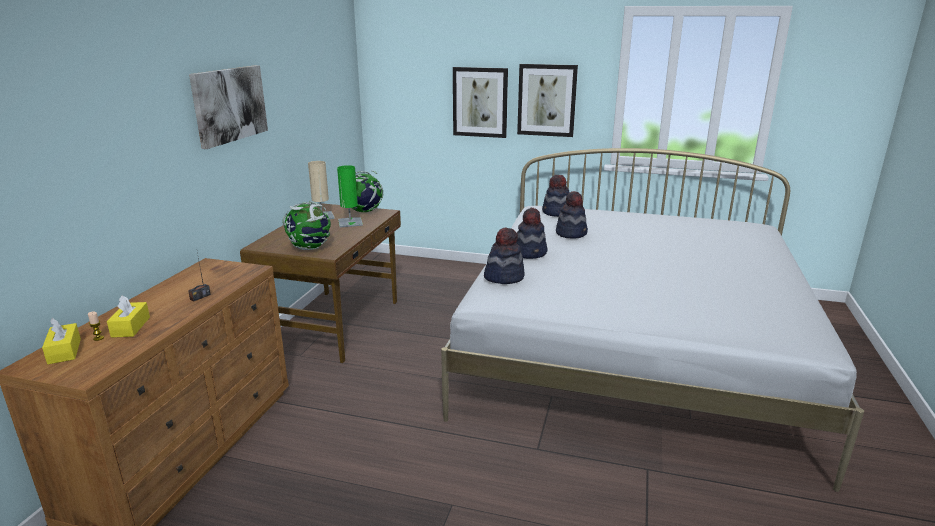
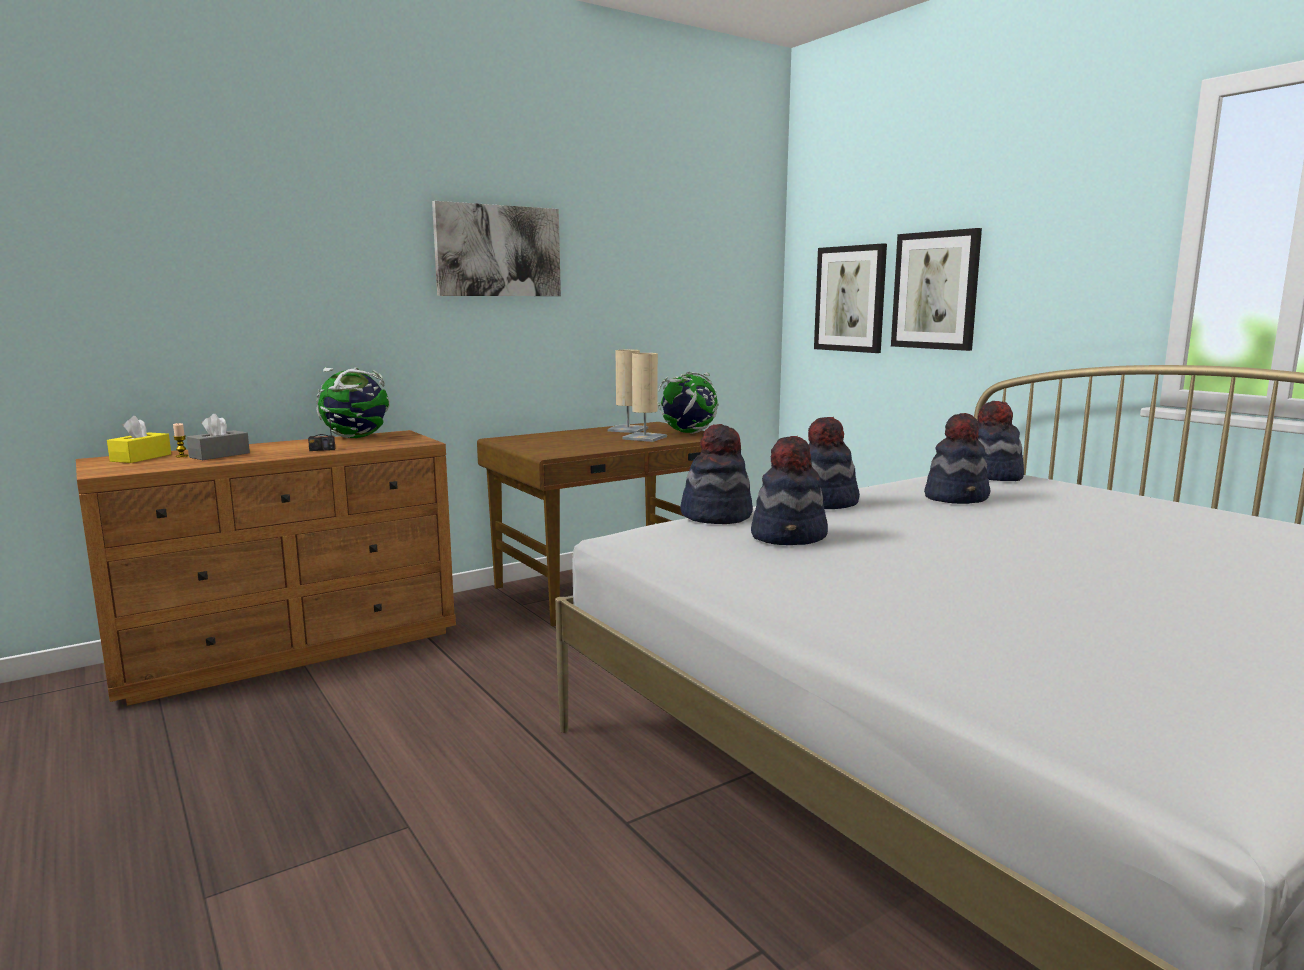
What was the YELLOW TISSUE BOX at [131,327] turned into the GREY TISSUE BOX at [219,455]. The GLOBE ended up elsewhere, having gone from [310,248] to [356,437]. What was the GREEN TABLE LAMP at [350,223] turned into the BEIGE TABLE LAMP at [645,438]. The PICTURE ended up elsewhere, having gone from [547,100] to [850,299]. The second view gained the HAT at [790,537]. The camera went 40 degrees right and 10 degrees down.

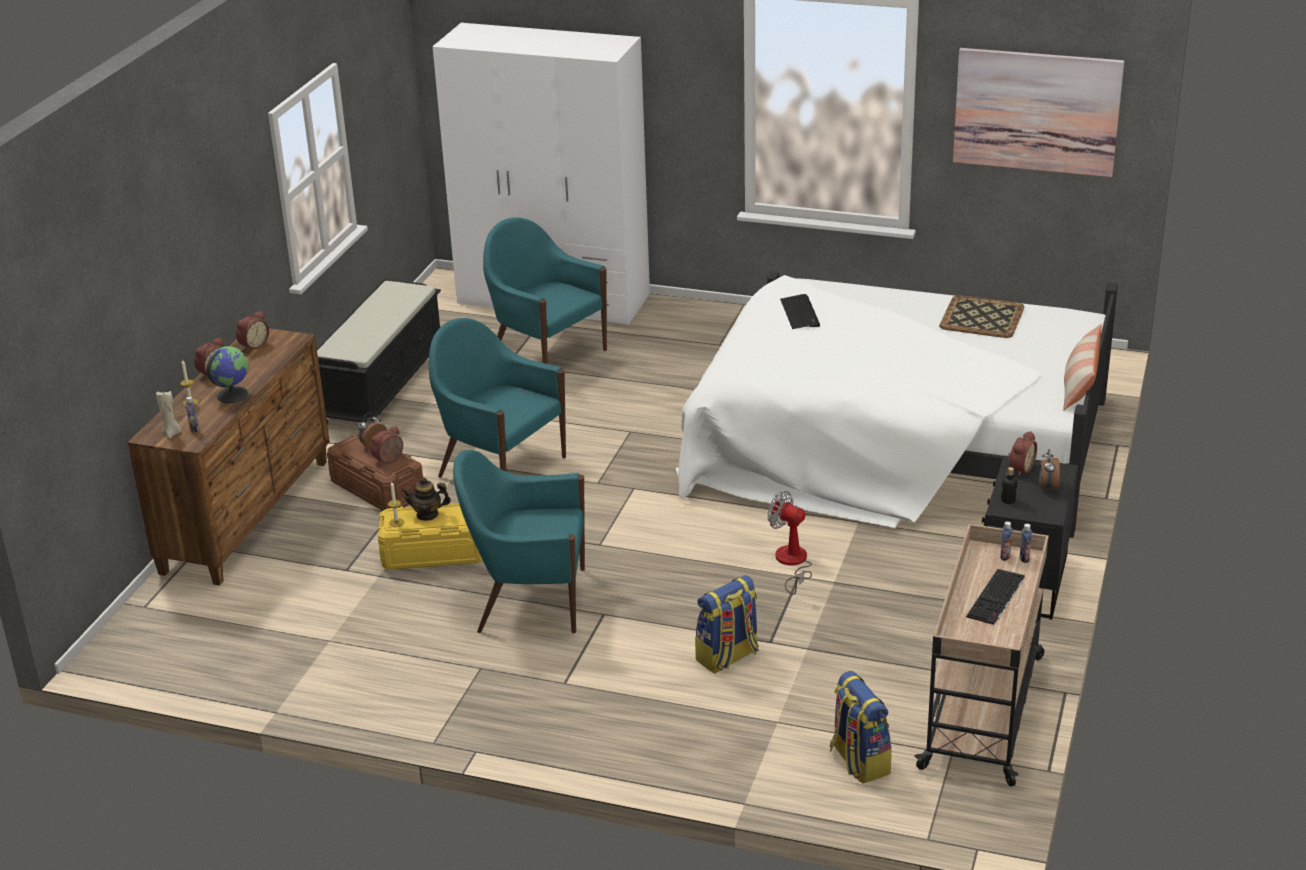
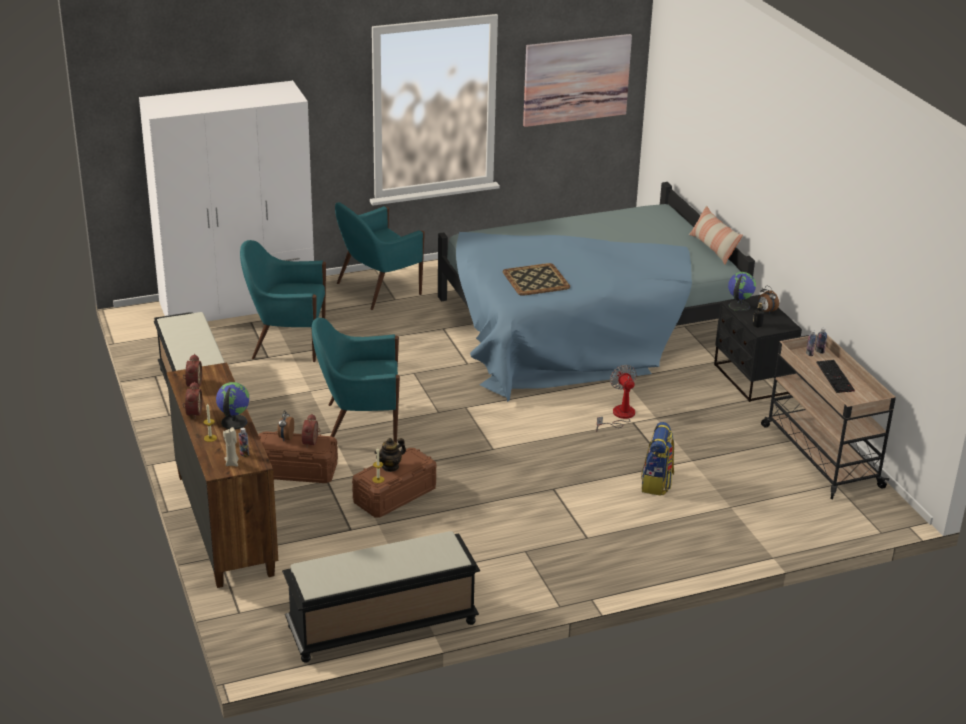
What was the YELLOW STORAGE BOX at [434,553] turned into the BROWN STORAGE BOX at [395,495]. The TURQUOISE ARMCHAIR ended up elsewhere, having gone from [528,600] to [377,289]. What was the WHITE BED at [896,445] turned into the BLUE BED at [584,326]. The FAN at [792,563] ended up facing another way, 75 degrees clockwise from before. The second view lost the KEYBOARD at [800,313]. The second view lost the BACKPACK at [858,761]. The TRAY ended up elsewhere, having gone from [982,317] to [536,279]. Where the ALARM CLOCK stood at [1019,468], the GLOBE came to stand at [739,306]. The second view gained the BLACK BENCH at [381,626]. The camera went 40 degrees left and 0 degrees up.

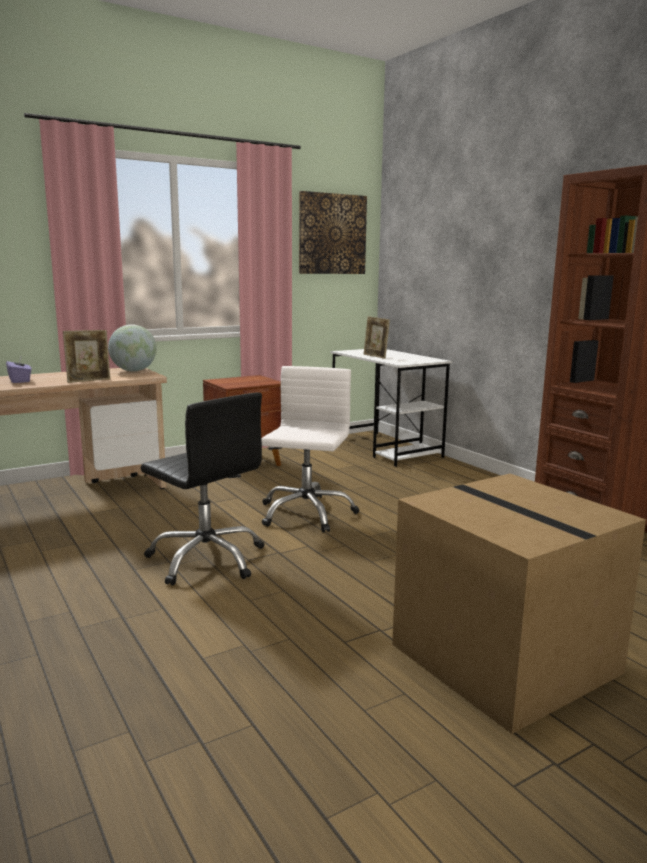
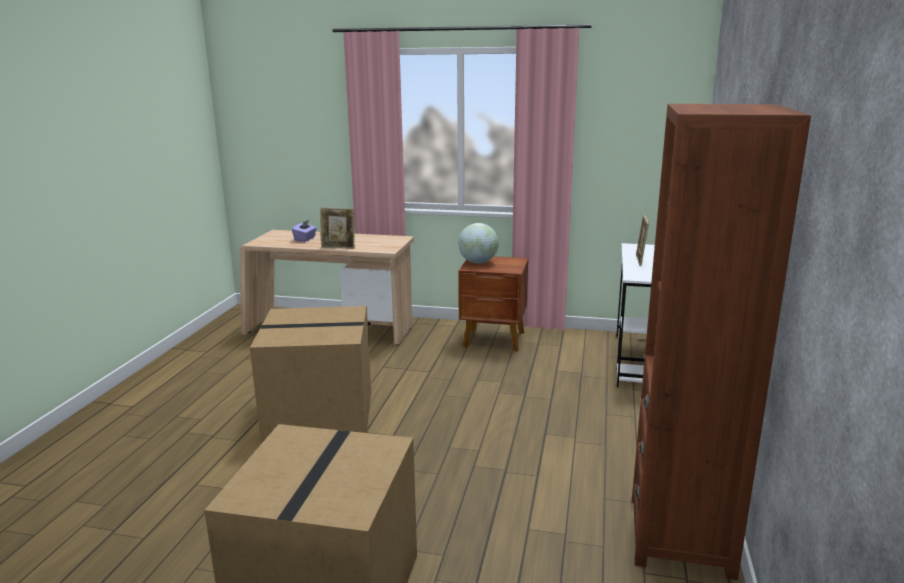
The GLOBE ended up elsewhere, having gone from [133,371] to [478,262]. Where the BLACK OFFICE CHAIR stood at [207,559], the CARDBOARD BOX came to stand at [318,416]. The second view lost the WHITE OFFICE CHAIR at [306,513]. The second view lost the PICTURE at [332,234]. The camera went 45 degrees right and 5 degrees up.

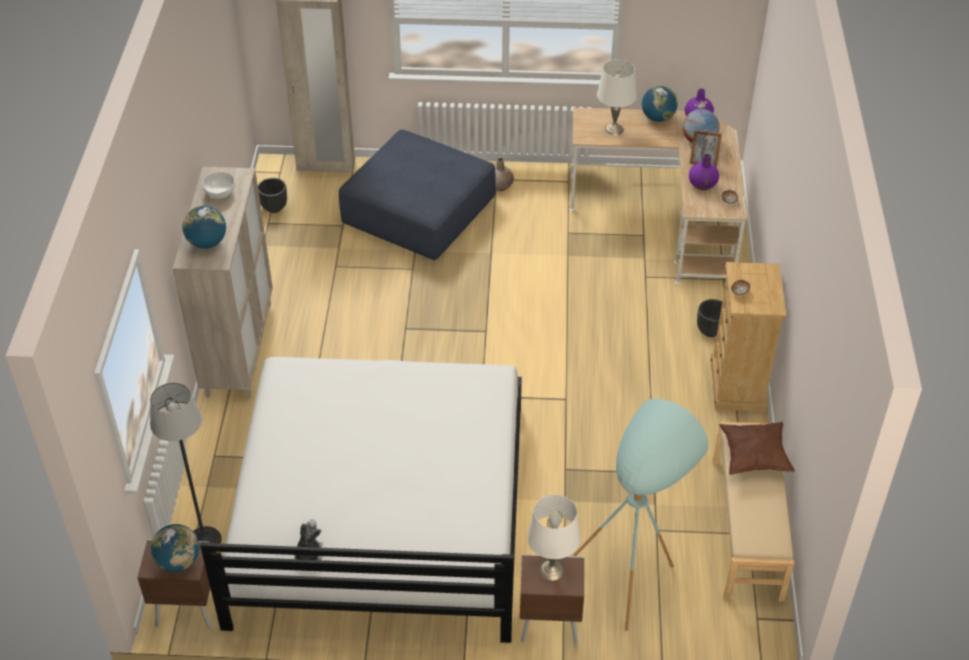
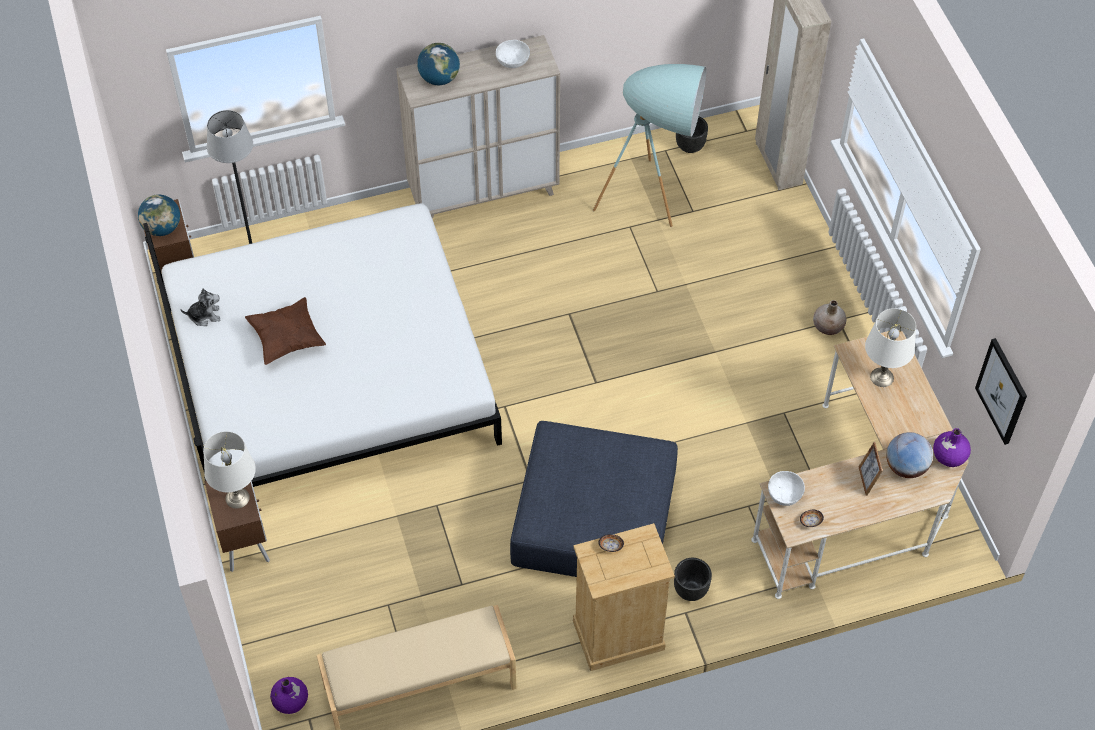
The BLUE OTTOMAN ended up elsewhere, having gone from [418,210] to [595,518]. The TURQUOISE FLOOR LAMP ended up elsewhere, having gone from [635,570] to [655,203]. The second view lost the GLOBE at [657,118]. The PURPLE VASE ended up elsewhere, having gone from [702,184] to [291,701]. The BROWN PILLOW ended up elsewhere, having gone from [754,457] to [287,339]. The second view gained the WHITE BOWL at [785,494]. The second view gained the PICTURE at [1002,391]. The camera went 70 degrees right and 10 degrees up.

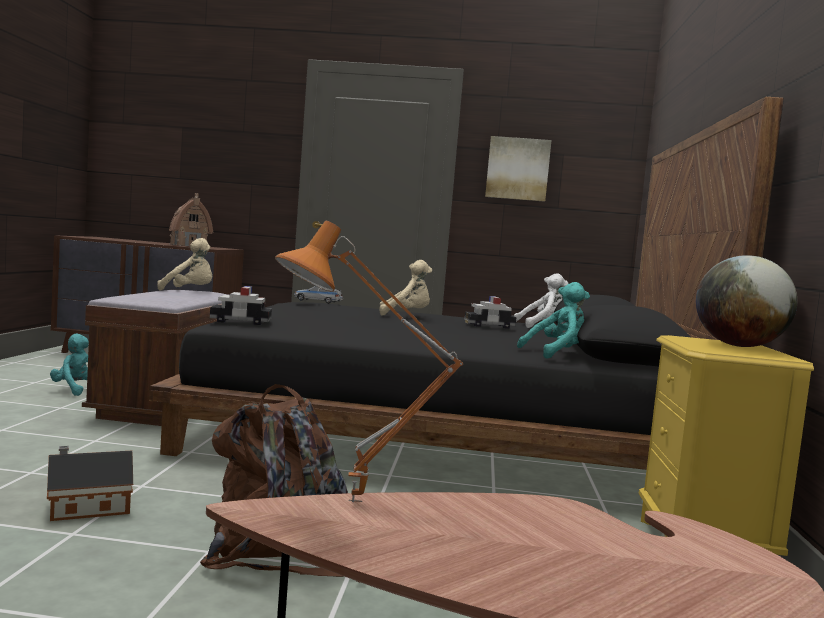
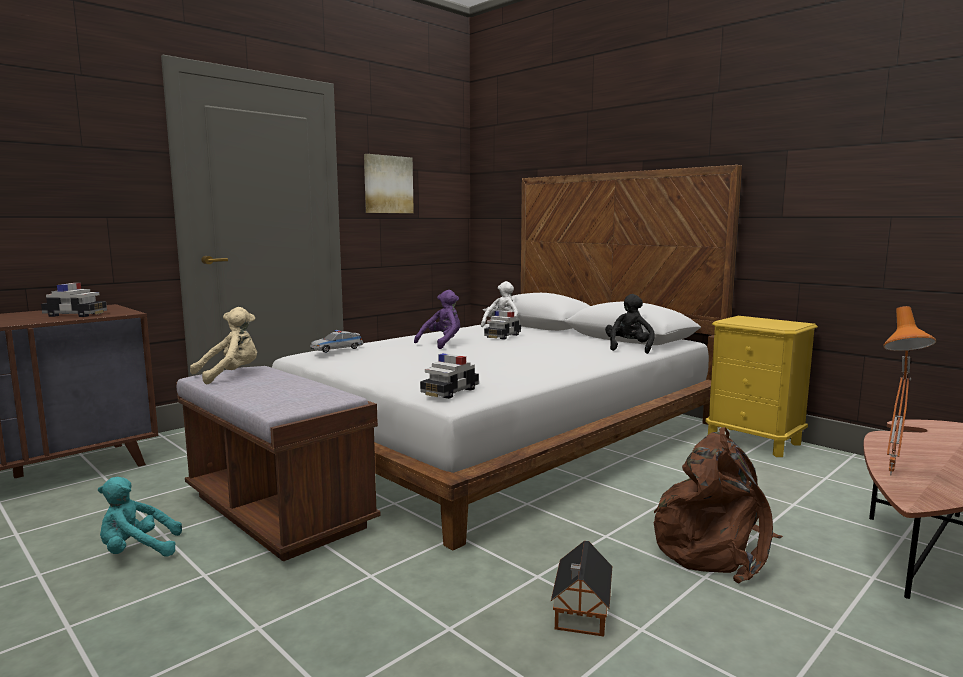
What was the BLACK BED at [439,434] turned into the WHITE BED at [503,436]. Where the TOY HOUSE stood at [188,246], the TOY CAR came to stand at [75,315]. What was the BEIGE PLUSH TOY at [406,315] turned into the PURPLE PLUSH TOY at [442,343]. What was the TURQUOISE PLUSH TOY at [557,354] turned into the BLACK PLUSH TOY at [629,348]. The second view lost the GLOBE at [739,346]. The camera went 50 degrees left and 5 degrees up.

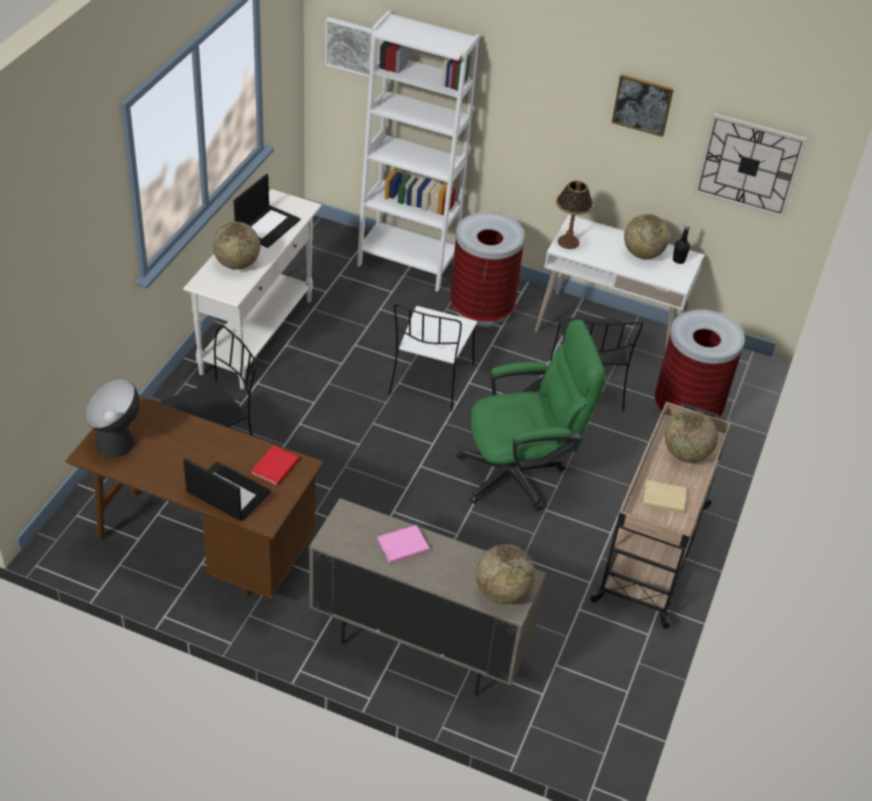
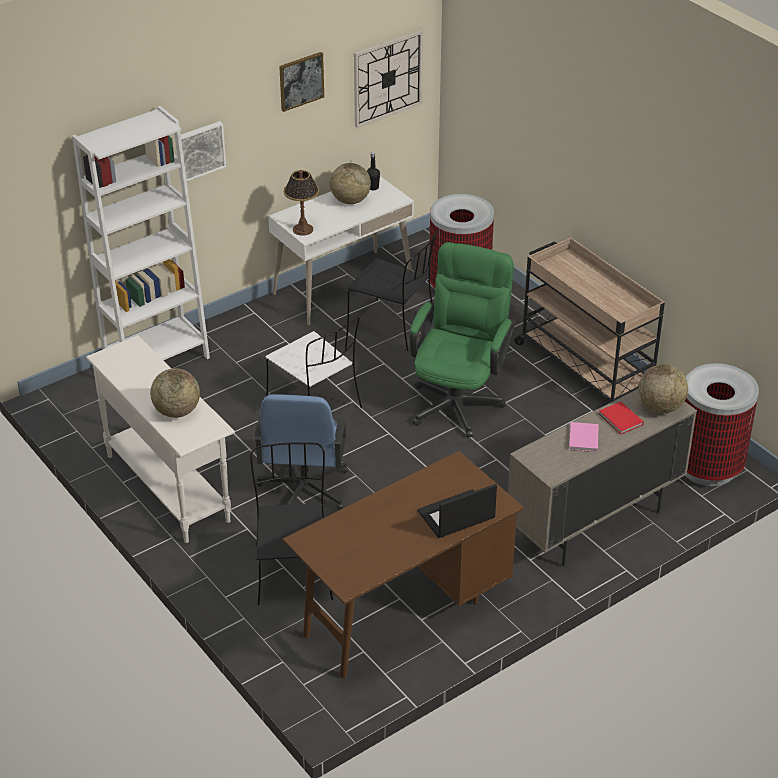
The second view lost the TABLE LAMP at [122,442]. The second view lost the LAPTOP at [267,226]. The RED BOOK ended up elsewhere, having gone from [273,468] to [621,420]. The PICTURE ended up elsewhere, having gone from [351,46] to [199,150]. The TRASH CAN ended up elsewhere, having gone from [481,310] to [708,467]. The second view lost the BEIGE BOOK at [663,497]. The second view lost the GLOBE at [686,454]. The second view gained the BLUE OFFICE CHAIR at [304,489]. The camera went 55 degrees left and 5 degrees down.

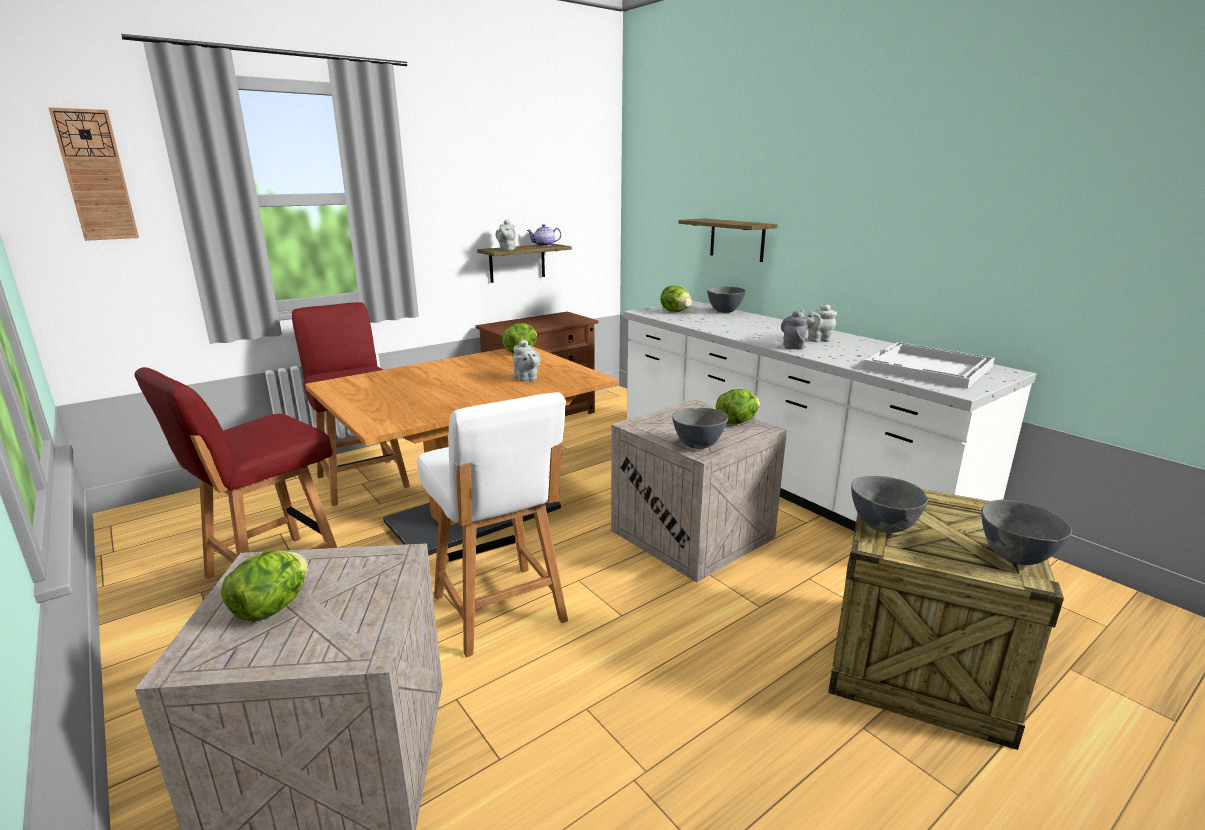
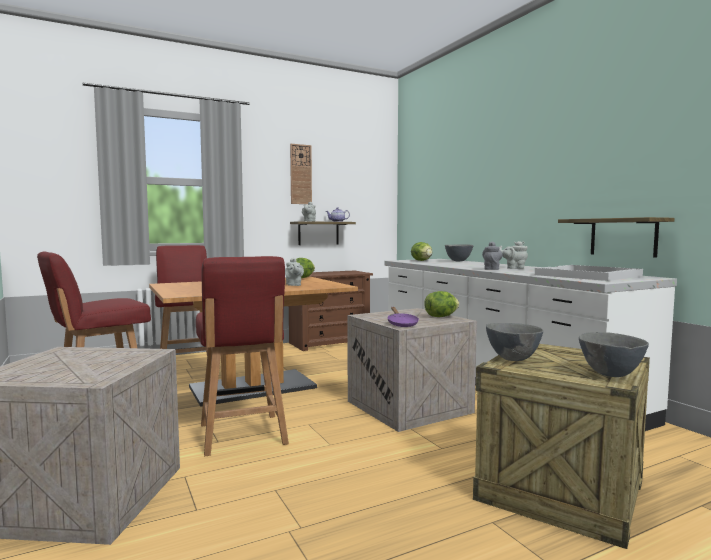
The WALL CLOCK ended up elsewhere, having gone from [96,176] to [300,174]. The second view lost the LETTUCE at [272,607]. What was the WHITE CHAIR at [500,610] turned into the RED CHAIR at [242,435]. Where the GREY BOWL stood at [697,446], the PURPLE FRYING PAN came to stand at [401,324]. The SHELF ended up elsewhere, having gone from [737,239] to [623,237]. The camera went 10 degrees right and 15 degrees down.

